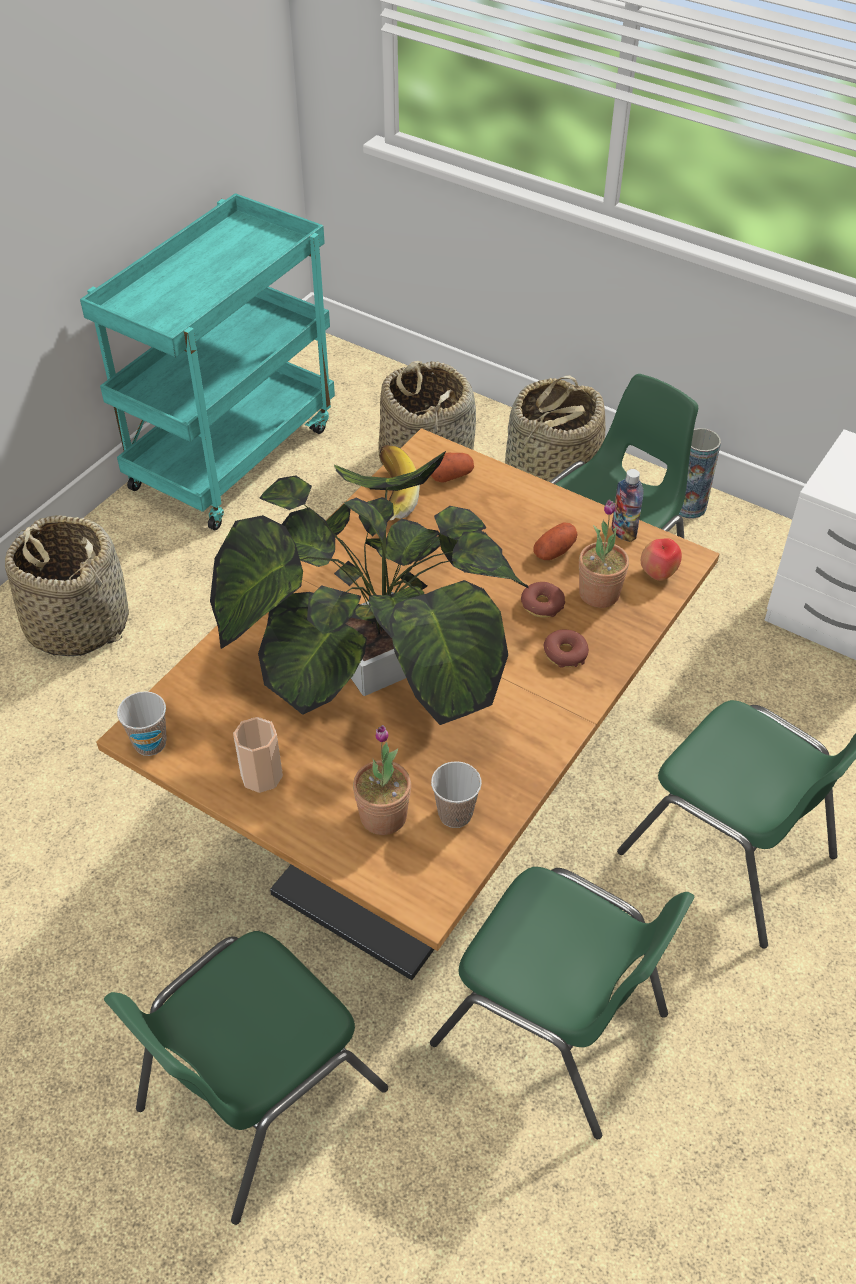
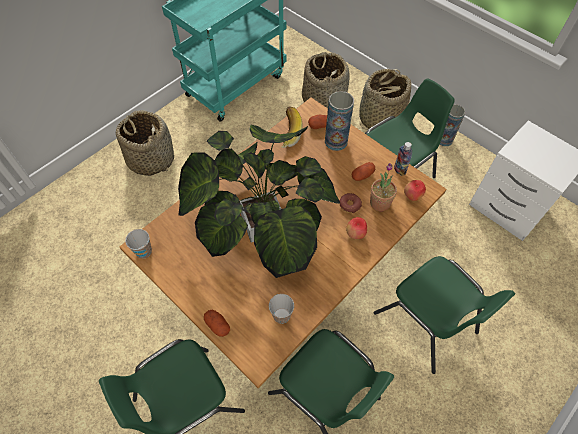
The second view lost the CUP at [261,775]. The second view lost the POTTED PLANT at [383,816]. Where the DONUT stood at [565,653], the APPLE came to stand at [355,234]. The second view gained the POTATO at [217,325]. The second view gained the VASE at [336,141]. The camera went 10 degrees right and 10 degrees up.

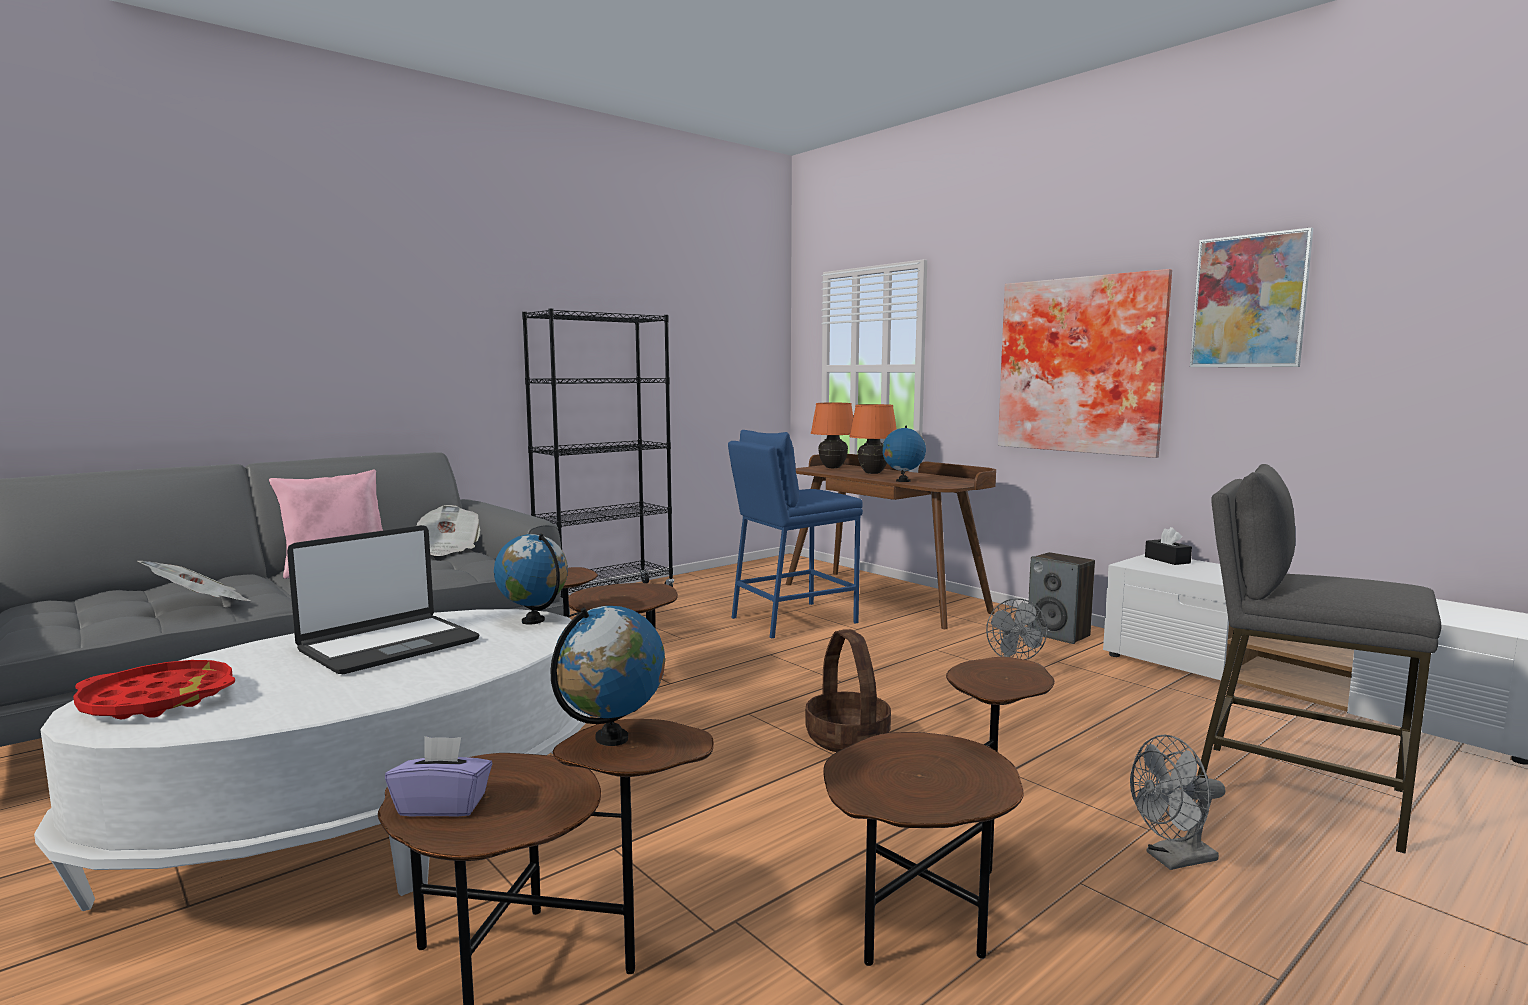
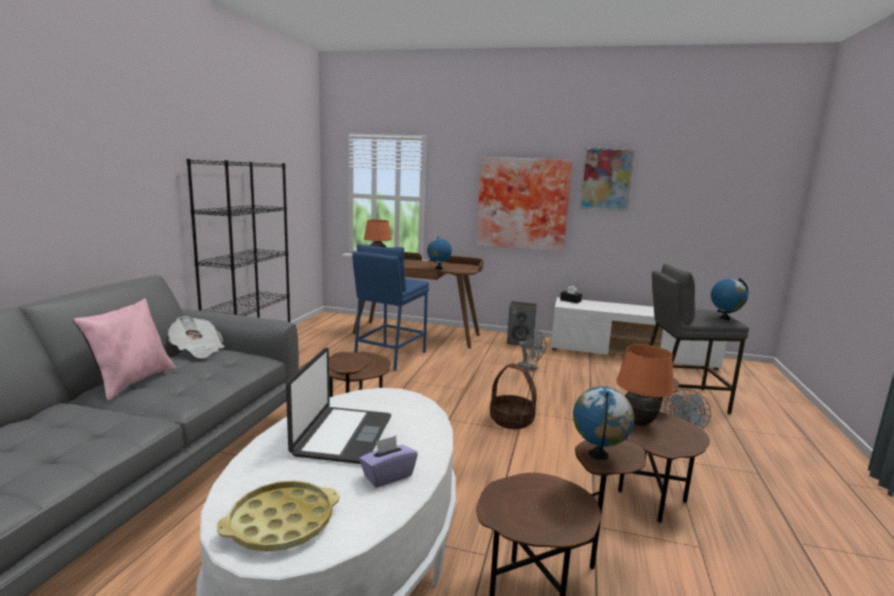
What was the RED TRAY at [158,700] turned into the YELLOW TRAY at [281,523]. The second view lost the NEWSPAPER at [200,605]. The PURPLE TISSUE BOX ended up elsewhere, having gone from [443,805] to [387,476]. The GLOBE ended up elsewhere, having gone from [533,621] to [724,318]. The ORANGE TABLE LAMP ended up elsewhere, having gone from [873,473] to [639,423]. The camera went 35 degrees left and 5 degrees up.

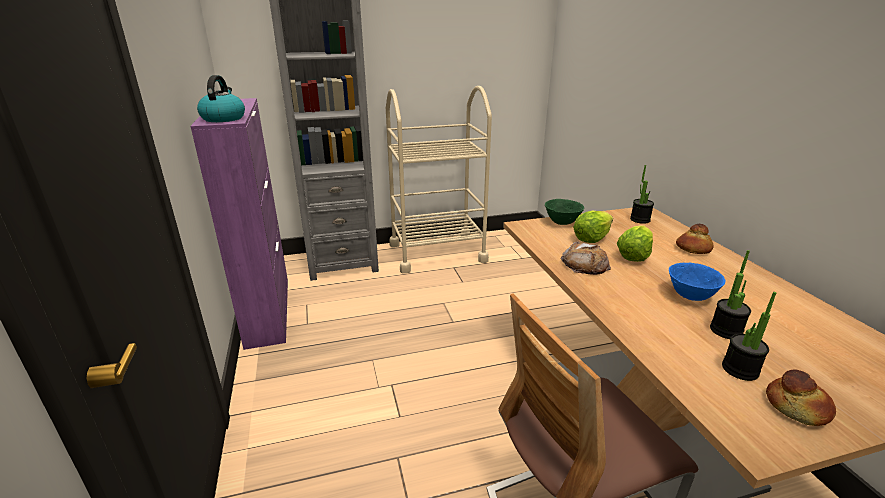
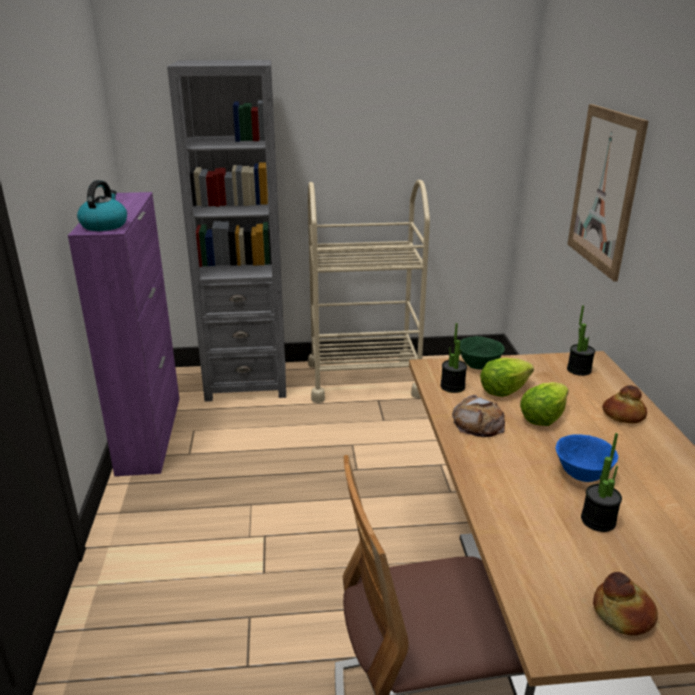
The POTTED PLANT ended up elsewhere, having gone from [740,369] to [452,386]. The second view gained the PICTURE at [604,190]. The camera went 10 degrees right and 0 degrees up.

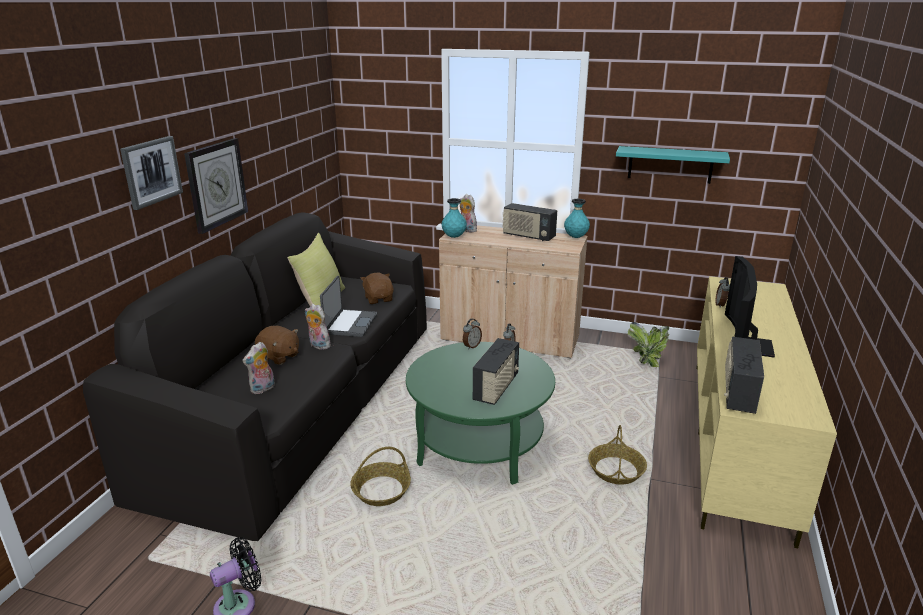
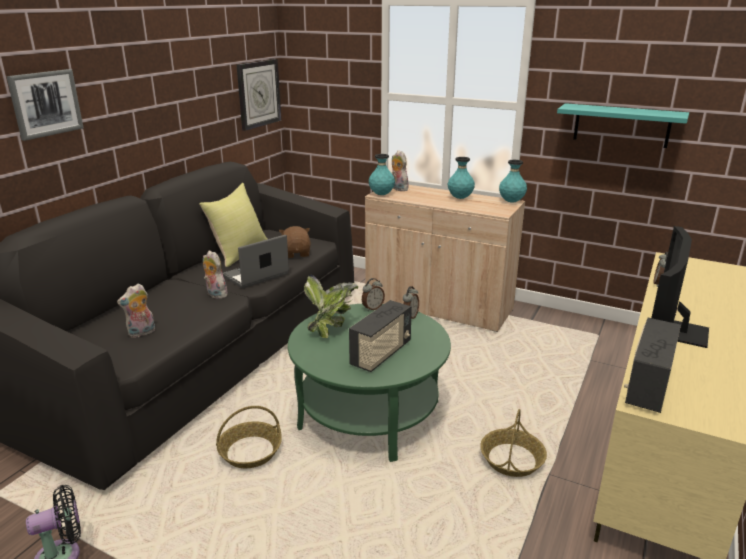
The WALL CLOCK ended up elsewhere, having gone from [216,184] to [258,94]. The second view lost the BROWN PLUSH TOY at [279,357]. The LAPTOP at [350,324] ended up facing another way, 150 degrees counterclockwise from before. Where the RADIO stood at [528,236], the TURQUOISE VASE came to stand at [460,198]. The POTTED PLANT ended up elsewhere, having gone from [647,359] to [330,327]. The camera went 10 degrees right and 0 degrees up.

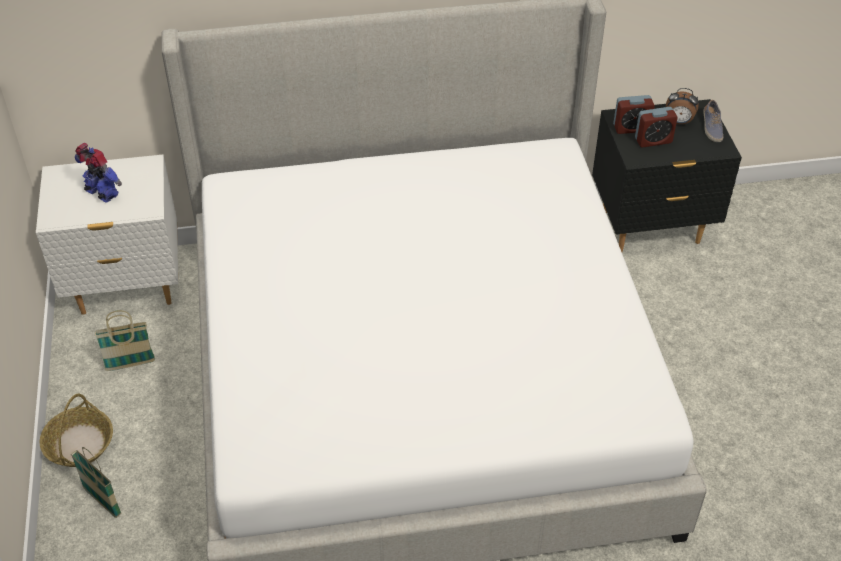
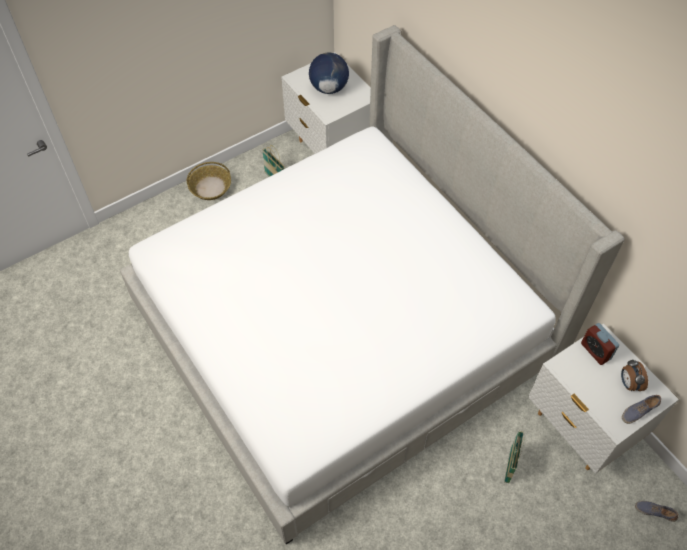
The BASKET ended up elsewhere, having gone from [102,501] to [509,465]. Where the TOY ROBOT stood at [102,194], the GLOBE came to stand at [329,88]. What was the BLACK NIGHTSTAND at [651,228] turned into the WHITE NIGHTSTAND at [580,428]. The second view lost the ALARM CLOCK at [653,140]. The second view gained the SHOE at [654,512]. The camera went 65 degrees right and 10 degrees up.

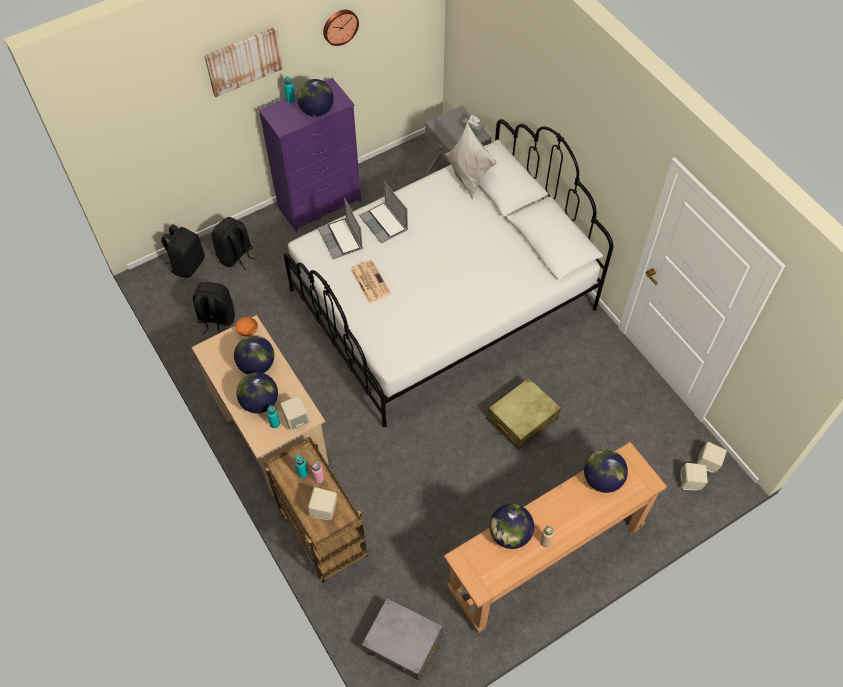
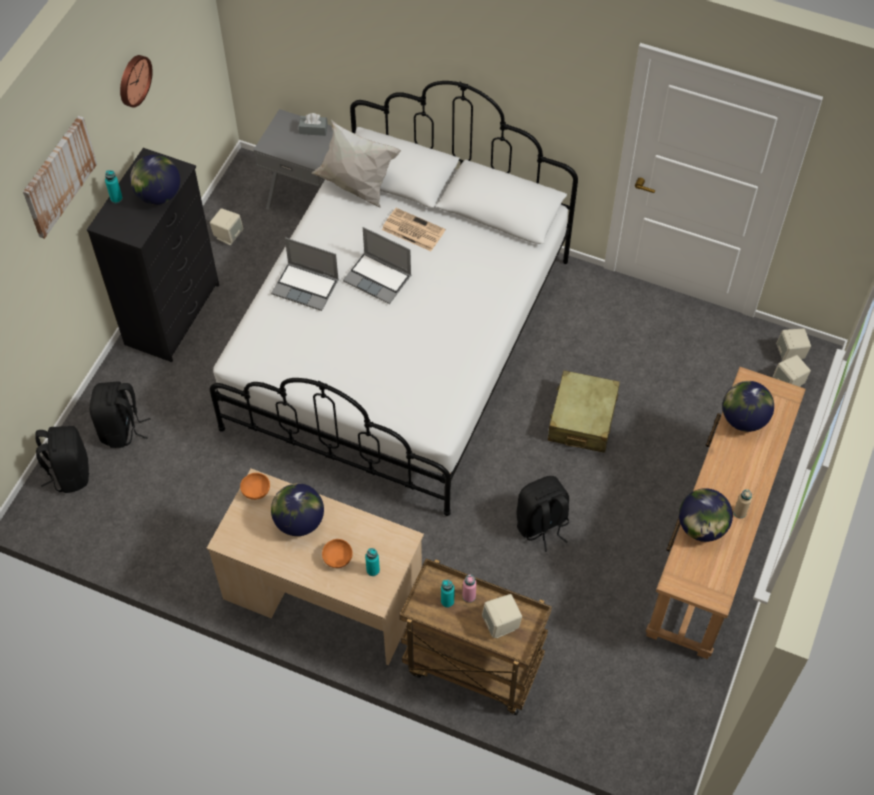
The BLACK BACKPACK ended up elsewhere, having gone from [216,319] to [542,525]. Where the GLOBE stood at [260,402], the ORANGE BOWL came to stand at [337,558]. What was the PURPLE DRESSER at [320,204] turned into the BLACK DRESSER at [173,314]. The BEIGE SPEAKER ended up elsewhere, having gone from [296,420] to [228,235]. The LAPTOP ended up elsewhere, having gone from [341,239] to [378,278]. The NEWSPAPER ended up elsewhere, having gone from [369,281] to [412,230]. The second view lost the GREY SUITCASE at [403,642]. The camera went 35 degrees left and 0 degrees up.

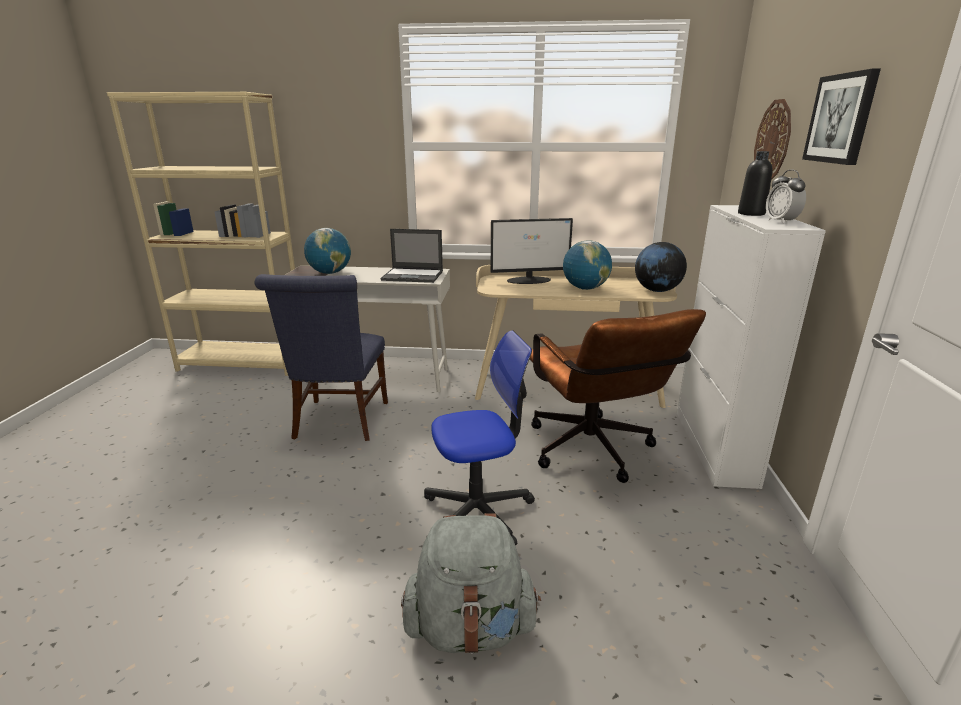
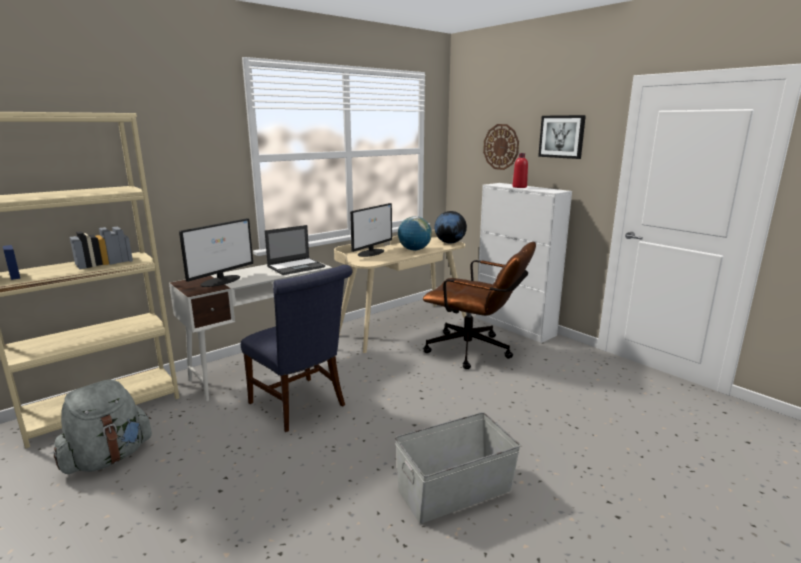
Where the GLOBE stood at [330,273], the MONITOR came to stand at [221,280]. The GREY BACKPACK ended up elsewhere, having gone from [470,628] to [108,458]. The second view lost the OFFICE CHAIR at [479,511]. What was the BLACK BOTTLE at [751,214] turned into the RED BOTTLE at [519,187]. The second view lost the ALARM CLOCK at [781,222]. The second view gained the GREY STORAGE BOX at [454,490]. The camera went 45 degrees left and 5 degrees down.

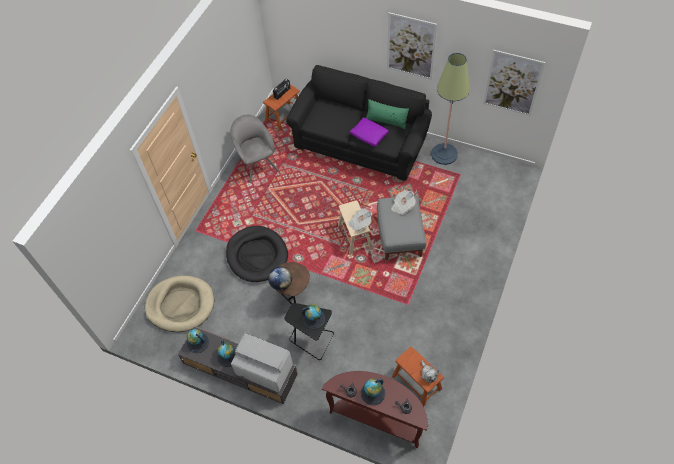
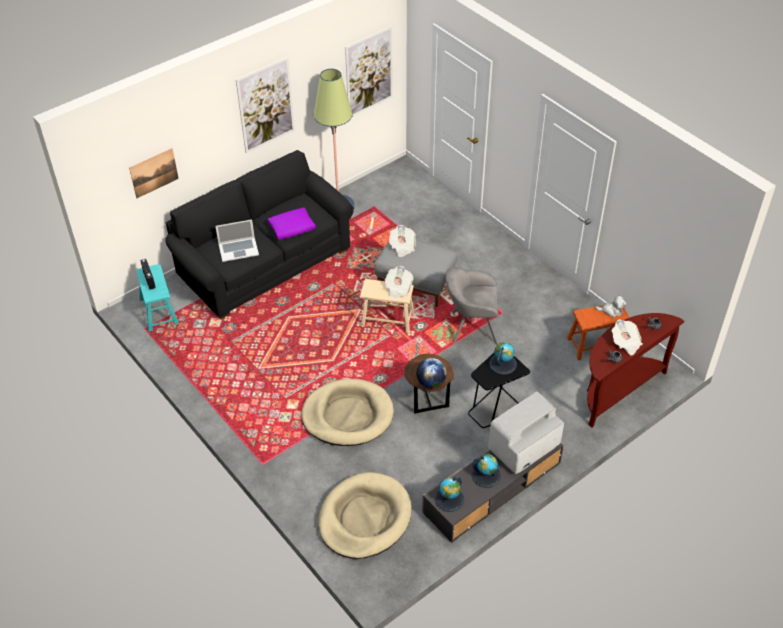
What was the BLACK DOG BED at [257,255] turned into the BEIGE DOG BED at [347,415]. The GREY ARMCHAIR ended up elsewhere, having gone from [257,164] to [471,327]. What was the BROWN STOOL at [284,116] turned into the TURQUOISE STOOL at [159,311]. Where the GLOBE stood at [373,393], the NEWSPAPER came to stand at [625,343]. The second view lost the GREEN PILLOW at [386,120]. The second view gained the PICTURE at [154,173]. The second view gained the LAPTOP at [238,249]. The camera went 65 degrees left and 10 degrees down.

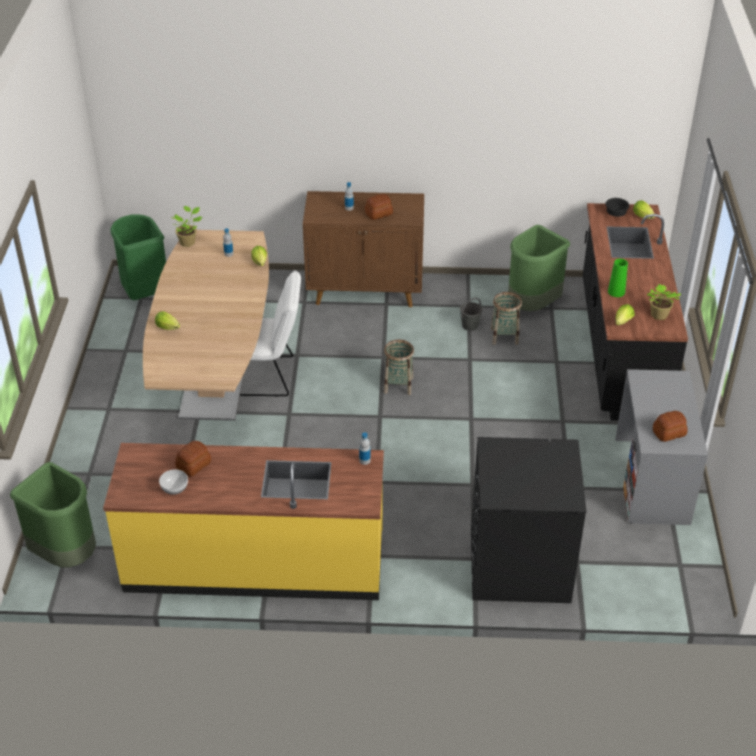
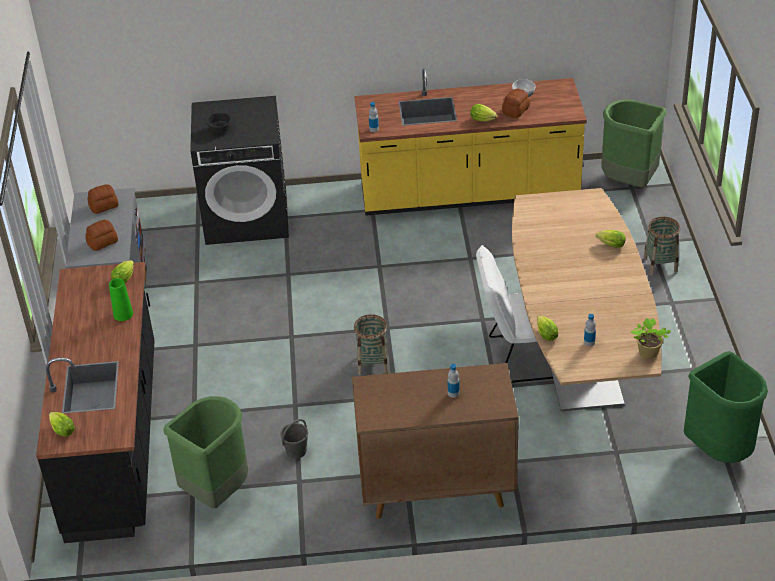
The BREAD ended up elsewhere, having gone from [378,213] to [103,242]. The BASKET ended up elsewhere, having gone from [504,336] to [660,264]. The BLACK BOWL ended up elsewhere, having gone from [616,213] to [219,130]. The second view lost the POTTED PLANT at [658,315]. The second view gained the LETTUCE at [484,120]. The camera went 175 degrees right and 0 degrees up.

